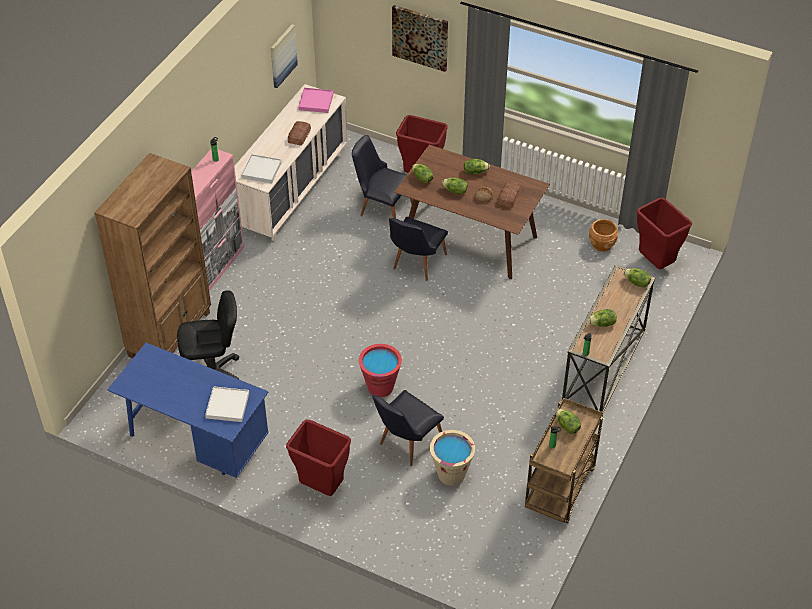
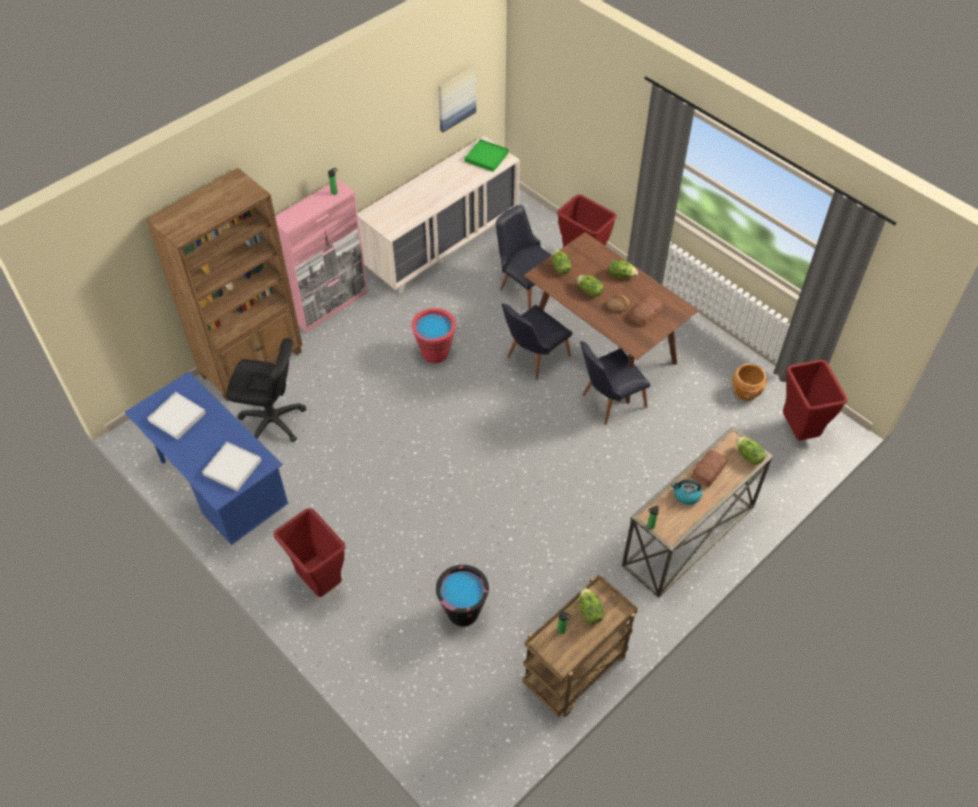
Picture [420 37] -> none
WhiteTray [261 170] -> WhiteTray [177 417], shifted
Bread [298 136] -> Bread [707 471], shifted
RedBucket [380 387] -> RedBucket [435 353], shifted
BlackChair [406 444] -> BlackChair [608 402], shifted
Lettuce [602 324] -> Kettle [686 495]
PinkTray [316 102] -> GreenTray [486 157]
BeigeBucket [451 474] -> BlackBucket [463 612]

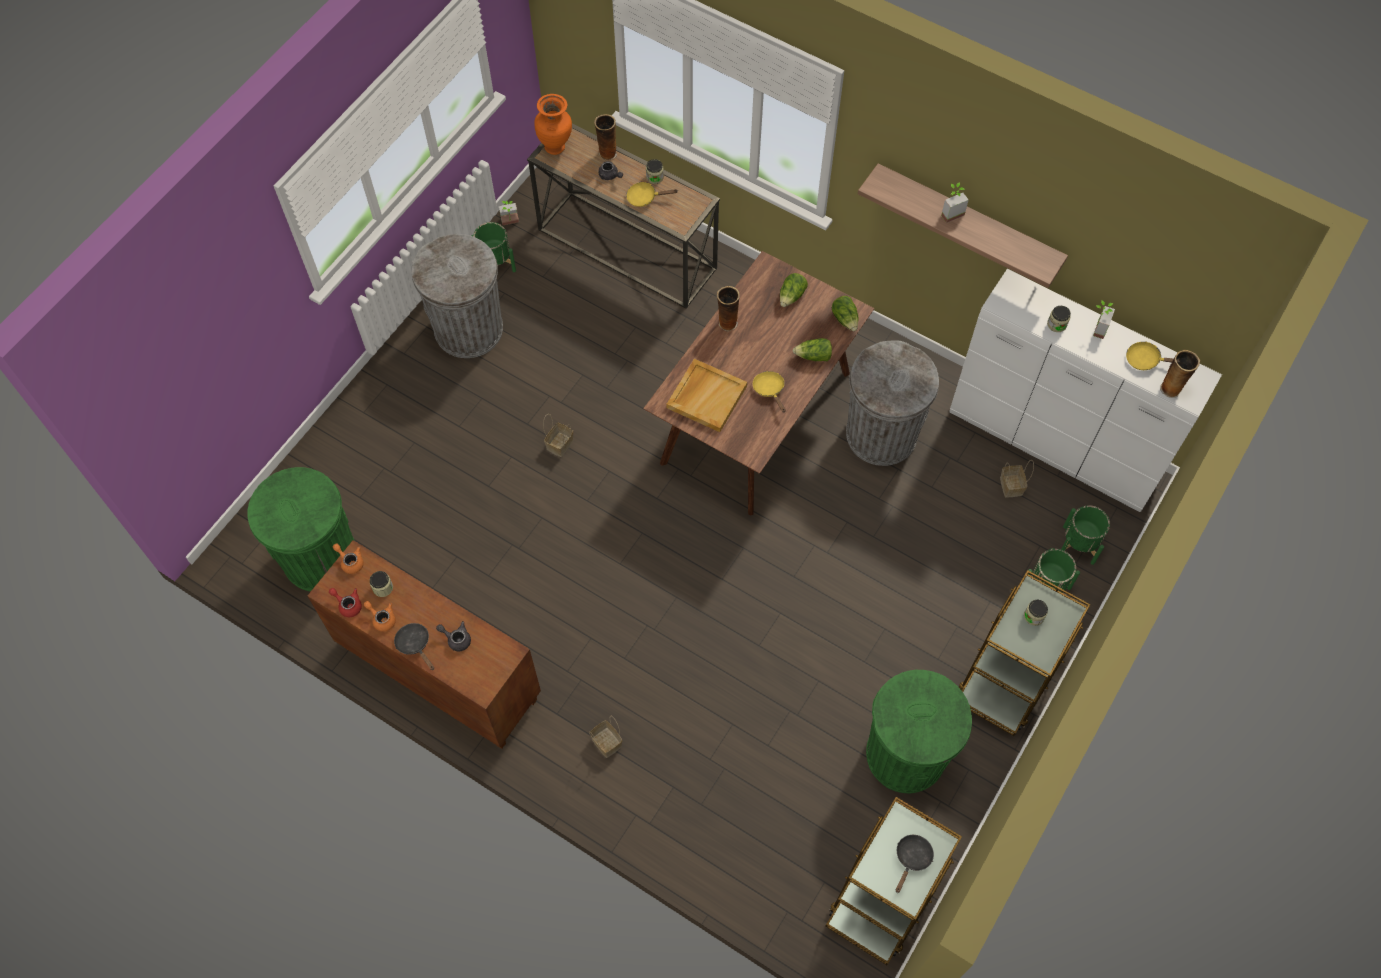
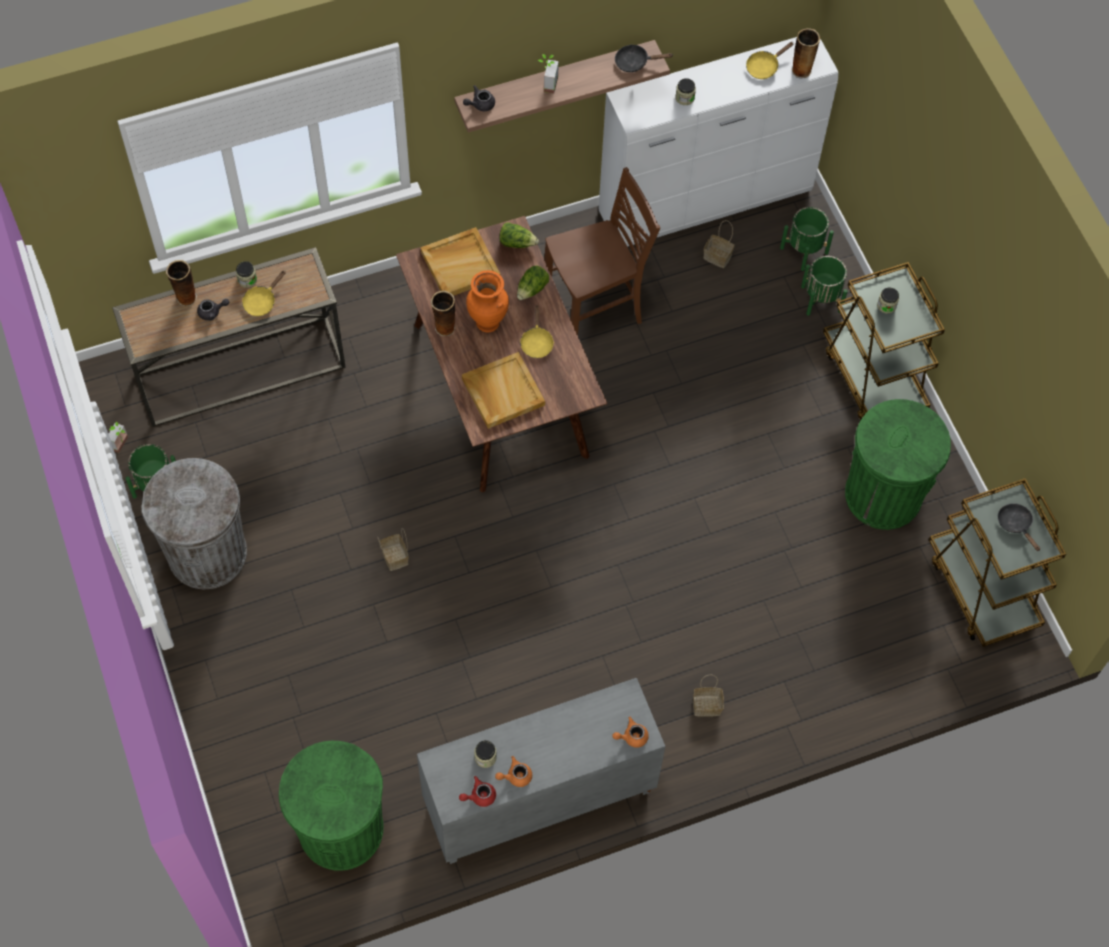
PottedPlant [1096 328] -> none
OrangeTeapot [350 561] -> OrangeTeapot [631 736], shifted
BlackFryingPan [415 644] -> BlackFryingPan [635 62], shifted
GreyTeapot [456 639] -> GreyTeapot [480 104], shifted
OrangeVase [556 147] -> OrangeVase [488 322], shifted
Lettuce [792 296] -> BeigeTray [460 264]
GreyTrashCan [881 434] -> BrownChair [595 311]
BrownCabinet [438 674] -> GreyCabinet [538 800]
YellowFryingPan [770 390] -> YellowFryingPan [536 342], 105 degrees counterclockwise

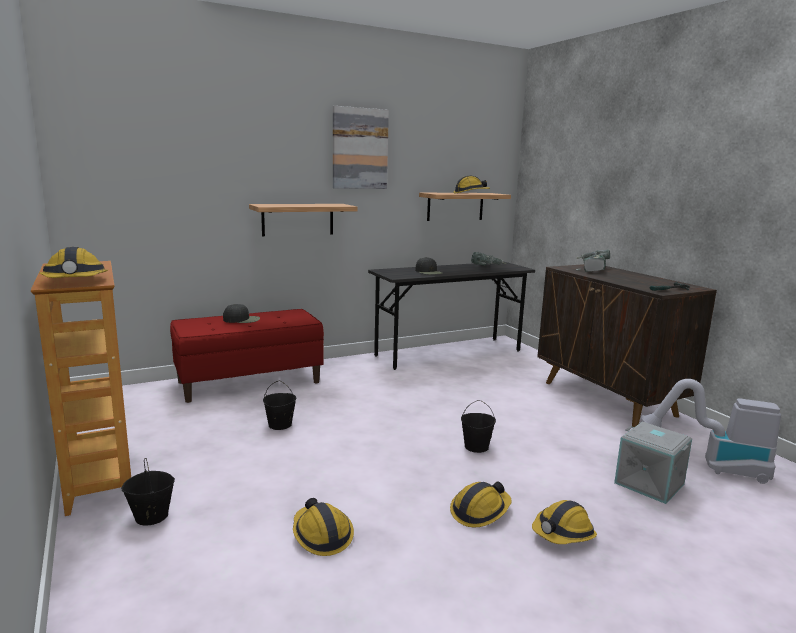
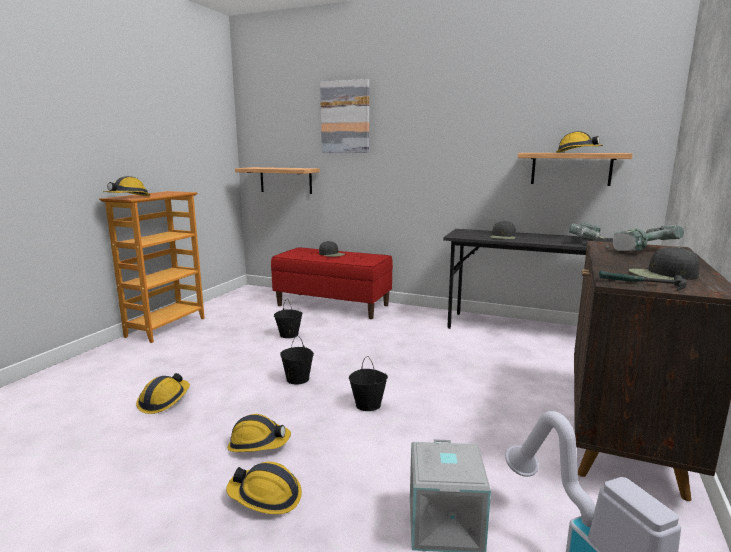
none -> BlackCap [662 275]
BlackBucket [151 516] -> BlackBucket [297 379], shifted
Shelf [298 219] -> Shelf [285 180], shifted
Picture [359 148] -> Picture [345 117], shifted

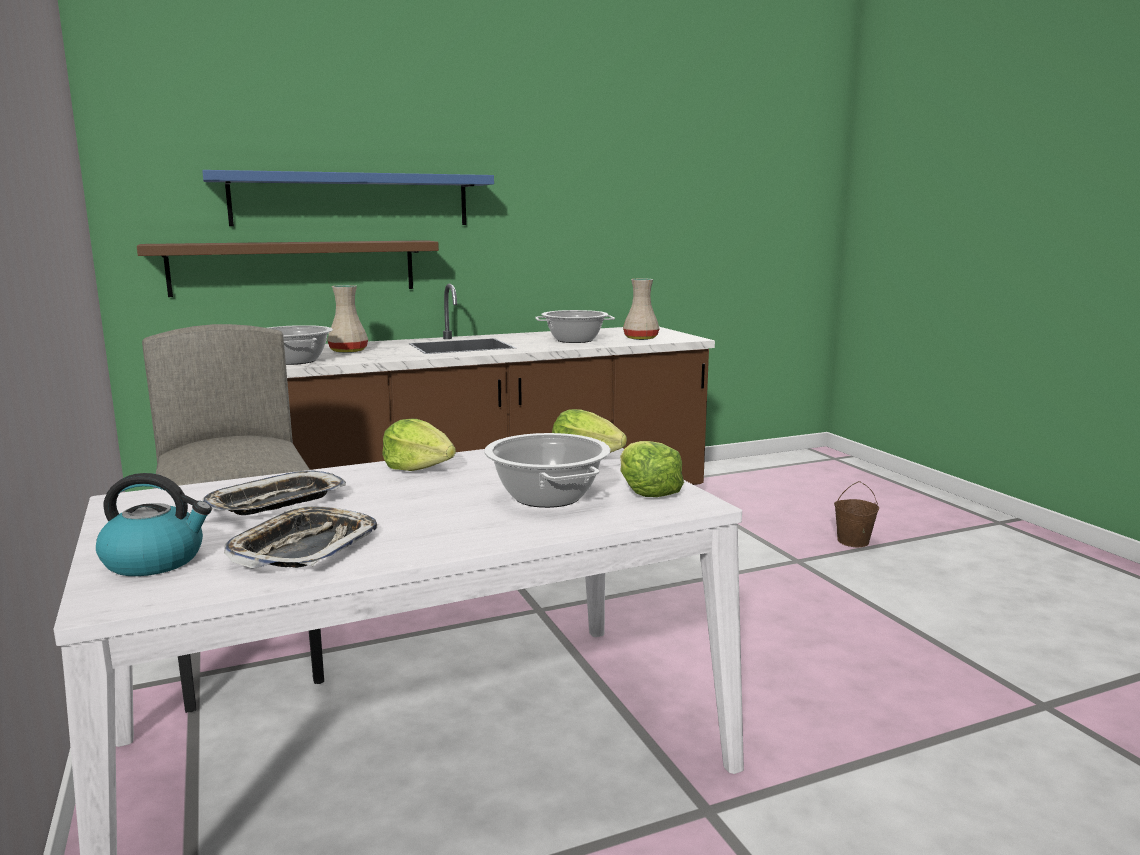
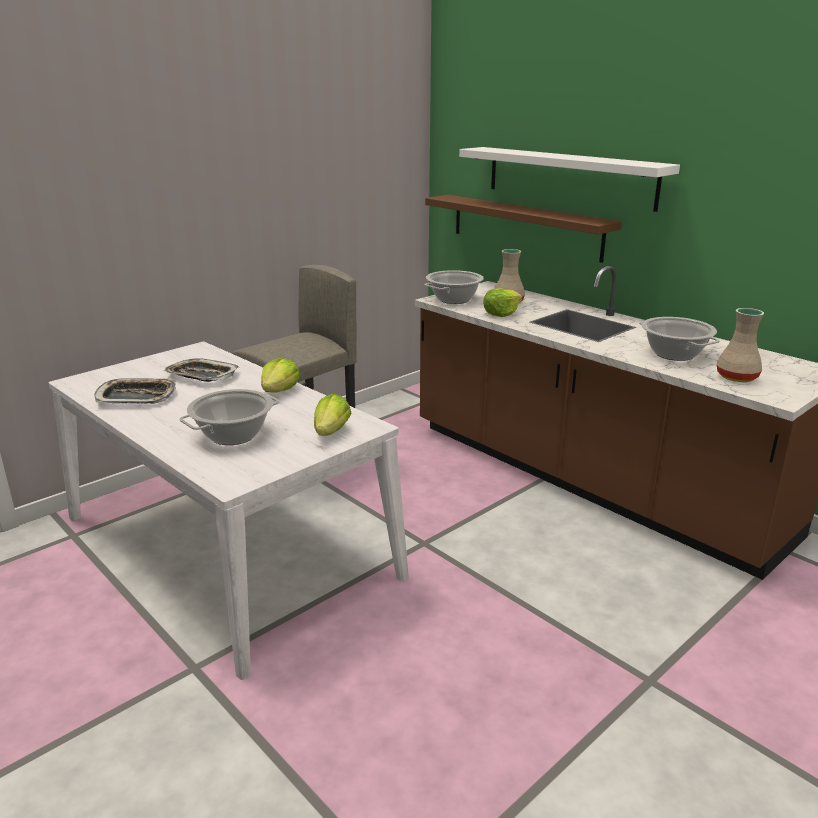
Kettle [156 561] -> none
BrownBucket [853 542] -> none
Lettuce [647 491] -> Lettuce [501 313], shifted
BlueShelf [352 200] -> WhiteShelf [569 177]

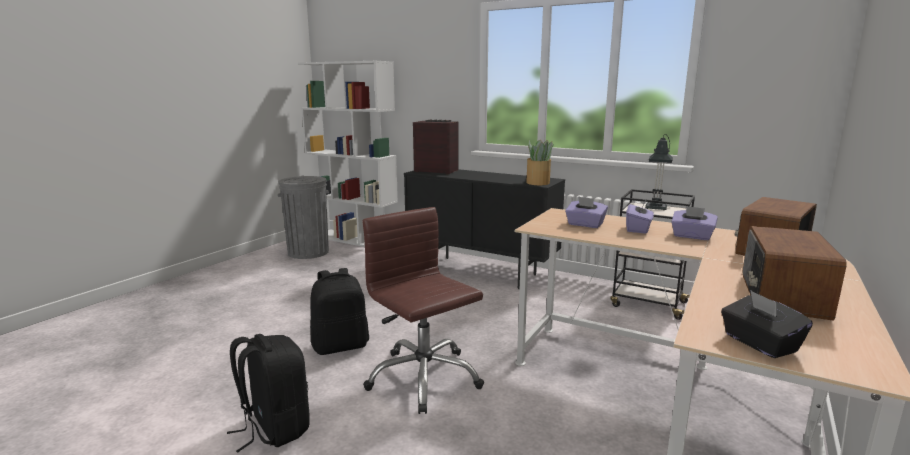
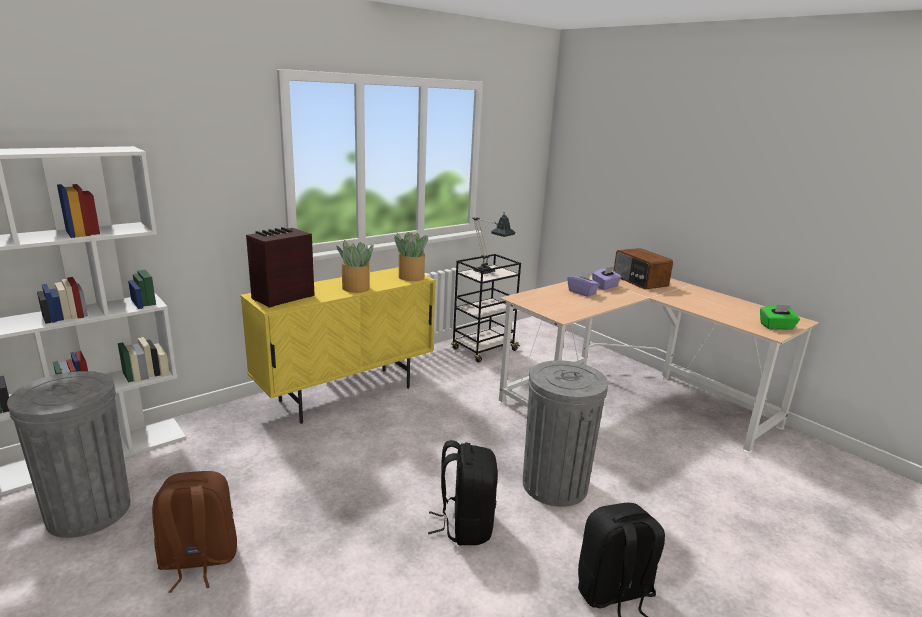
PurpleTissueBox [585 224] -> none
Radio [781 296] -> none
none -> BrownBackpack [198 560]
none -> PottedPlant [356 288]
BrownOfficeChair [423 378] -> GreyTrashCan [554 484]
BlackCabinet [480 272] -> YellowCabinet [346 394]
BlackTissueBox [759 344] -> GreenTissueBox [776 327]

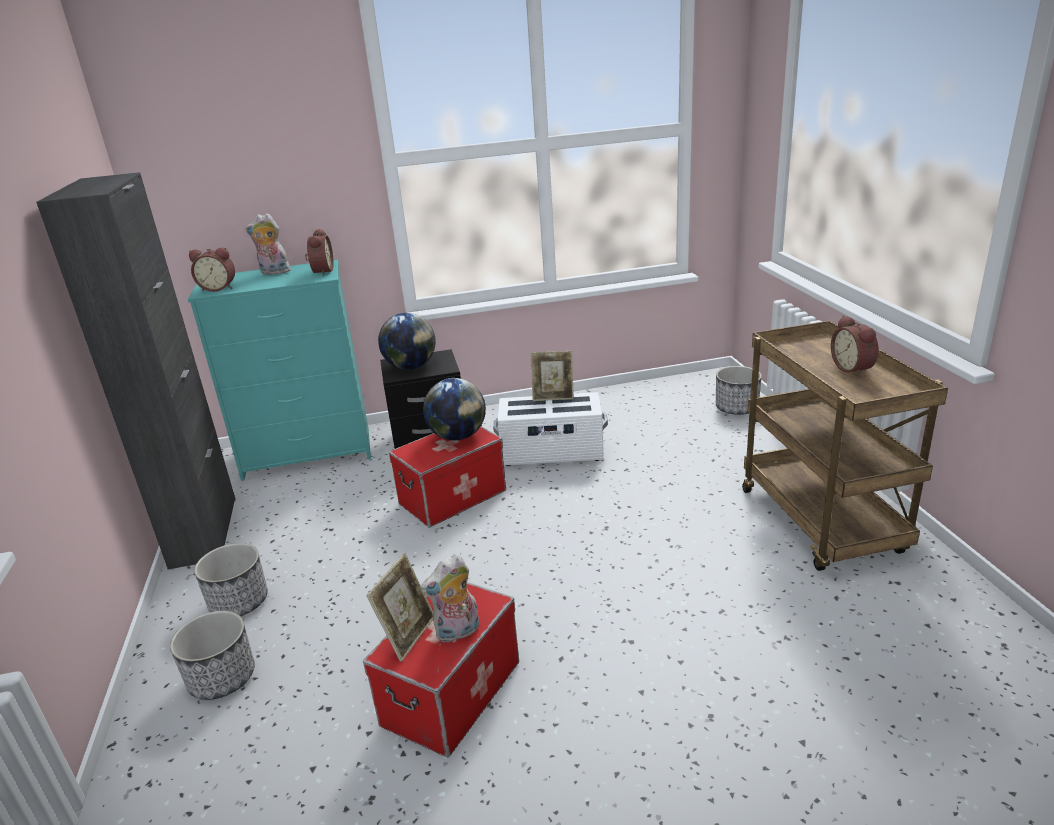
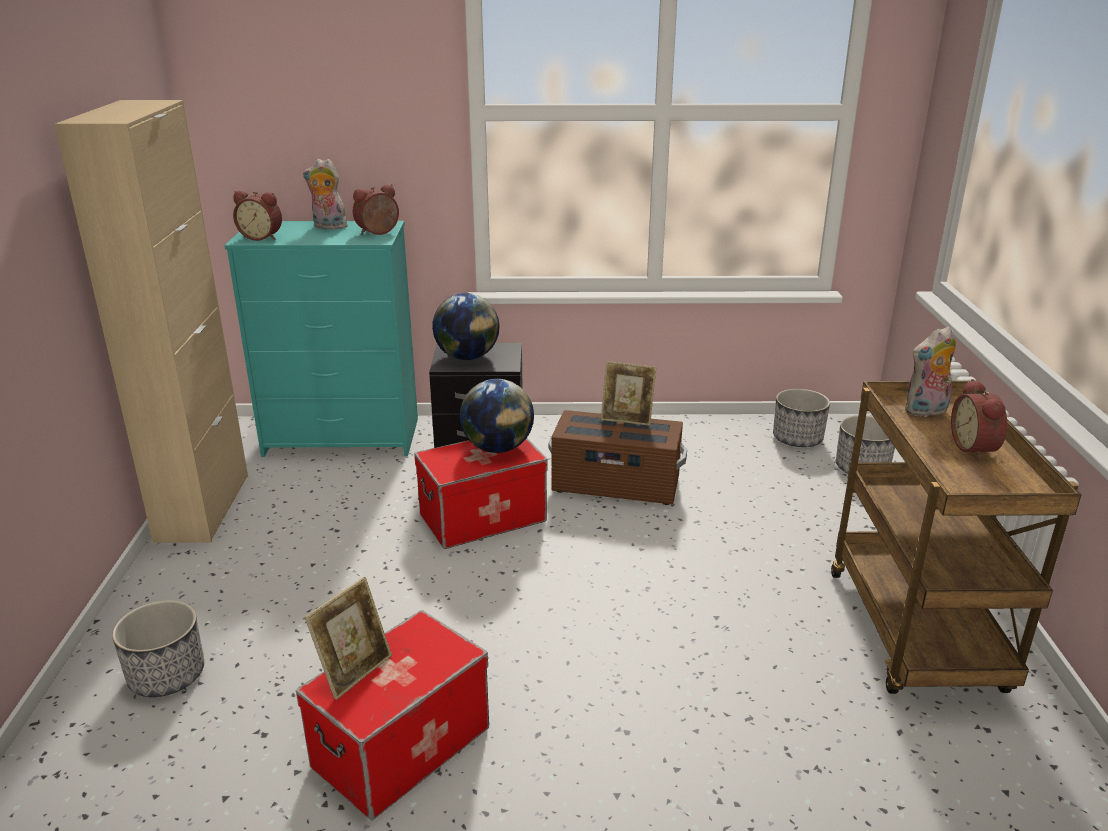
Planter [239 602] -> Planter [798 439], shifted
PlushToy [457 632] -> PlushToy [926 411], shifted
BlackCabinet [204 532] -> BeigeCabinet [203 507]
WhiteStorageBox [552 453] -> BrownStorageBox [616 485]
AlarmClock [321 271] -> AlarmClock [378 233], 135 degrees counterclockwise

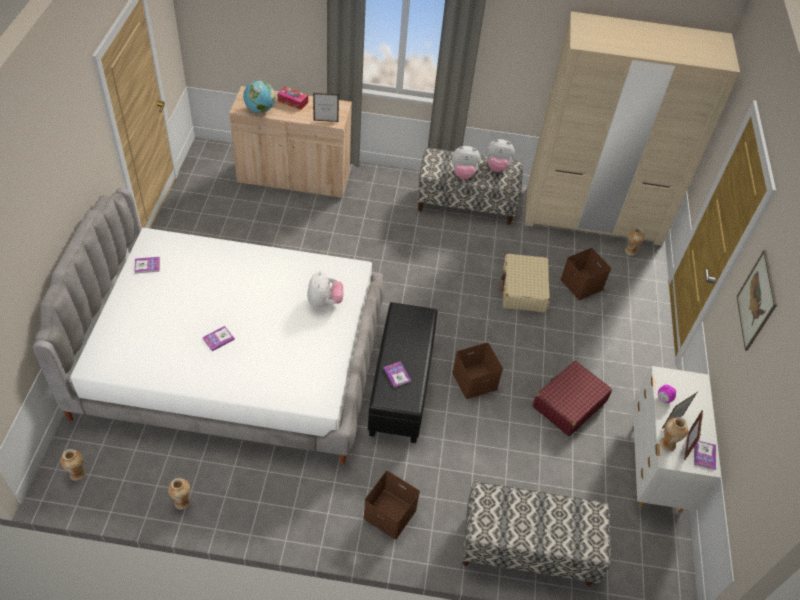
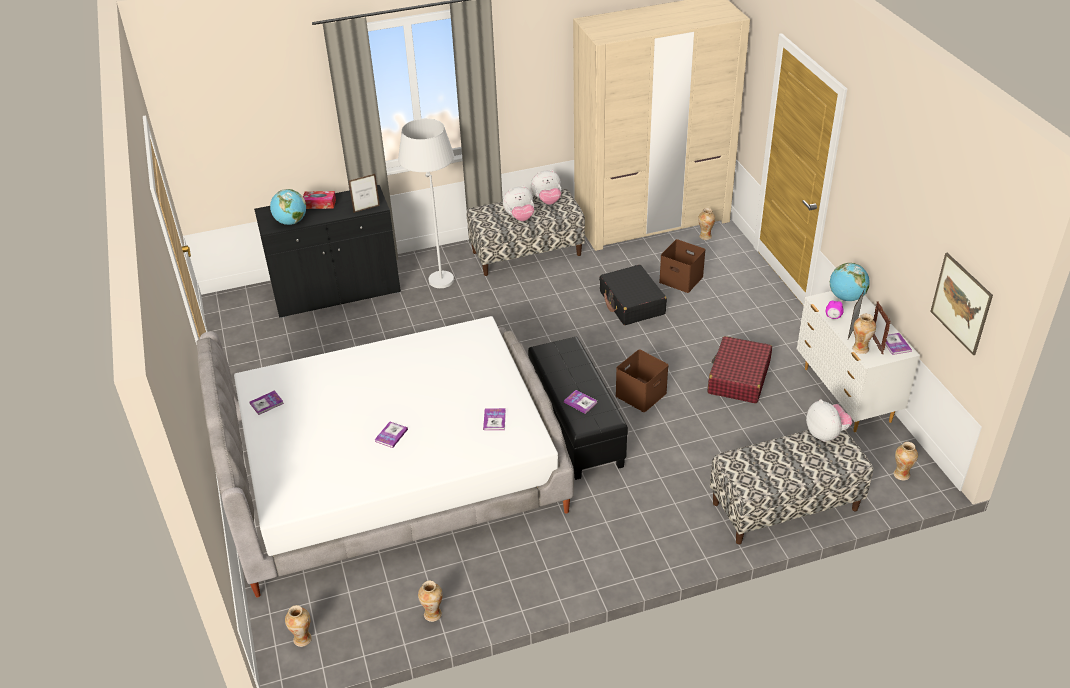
BrownStorageBox [391 513] -> none
none -> WhiteFloorLamp [438 272]
none -> Book [494 420]
none -> Globe [846 297]
none -> Vase [901 474]
PlushToy [324 302] -> PlushToy [826 434], shifted
Picture [756 300] -> Picture [961 303], shifted
BeigeCabinet [294 177] -> BlackCabinet [337 292]
BeigeSuitcase [523 289] -> BlackSuitcase [632 303]

